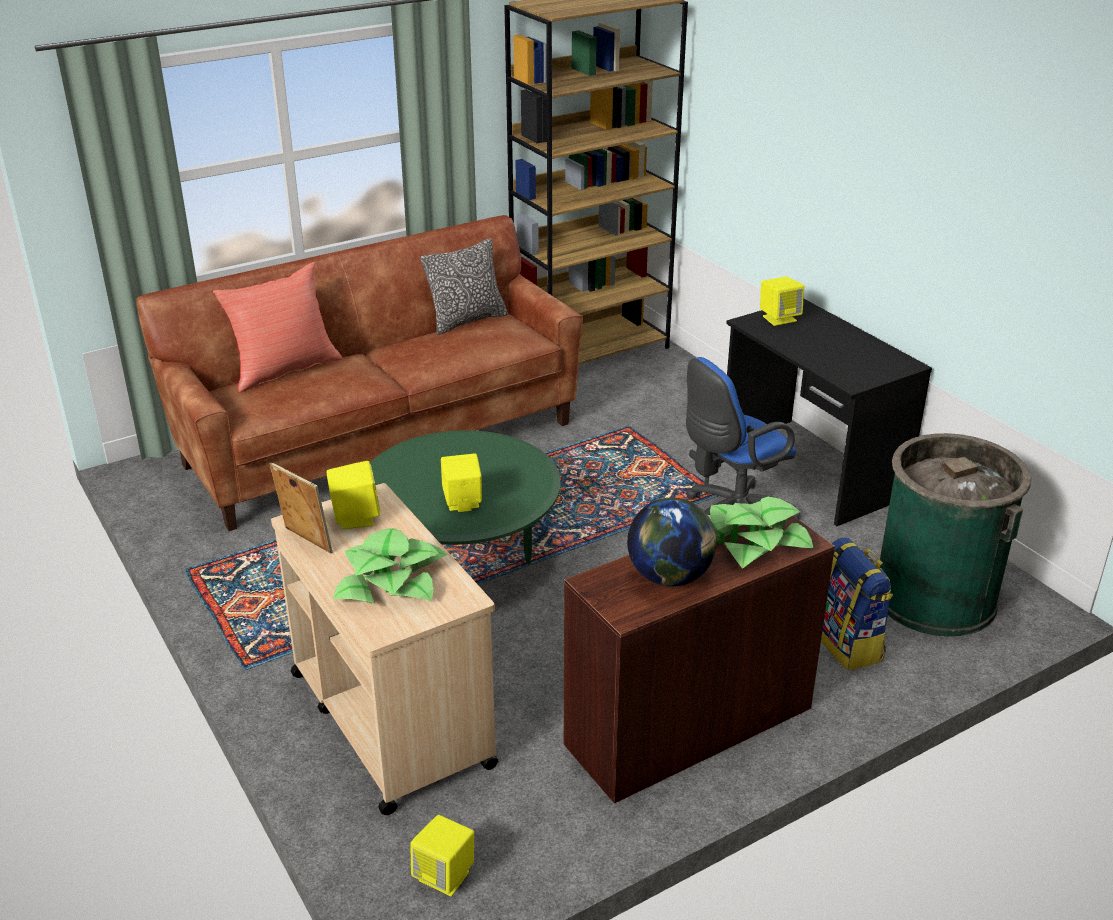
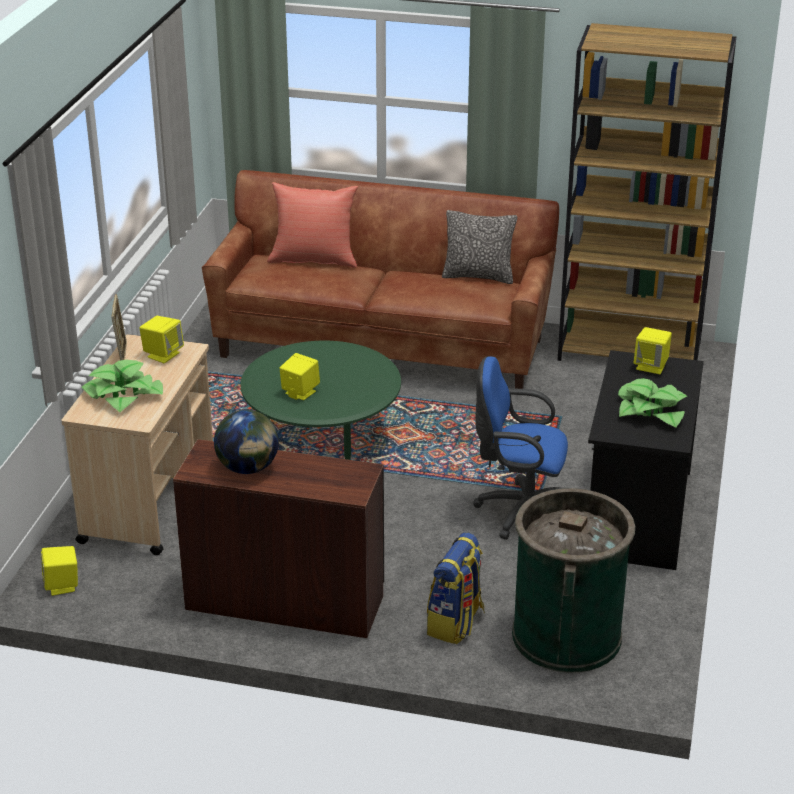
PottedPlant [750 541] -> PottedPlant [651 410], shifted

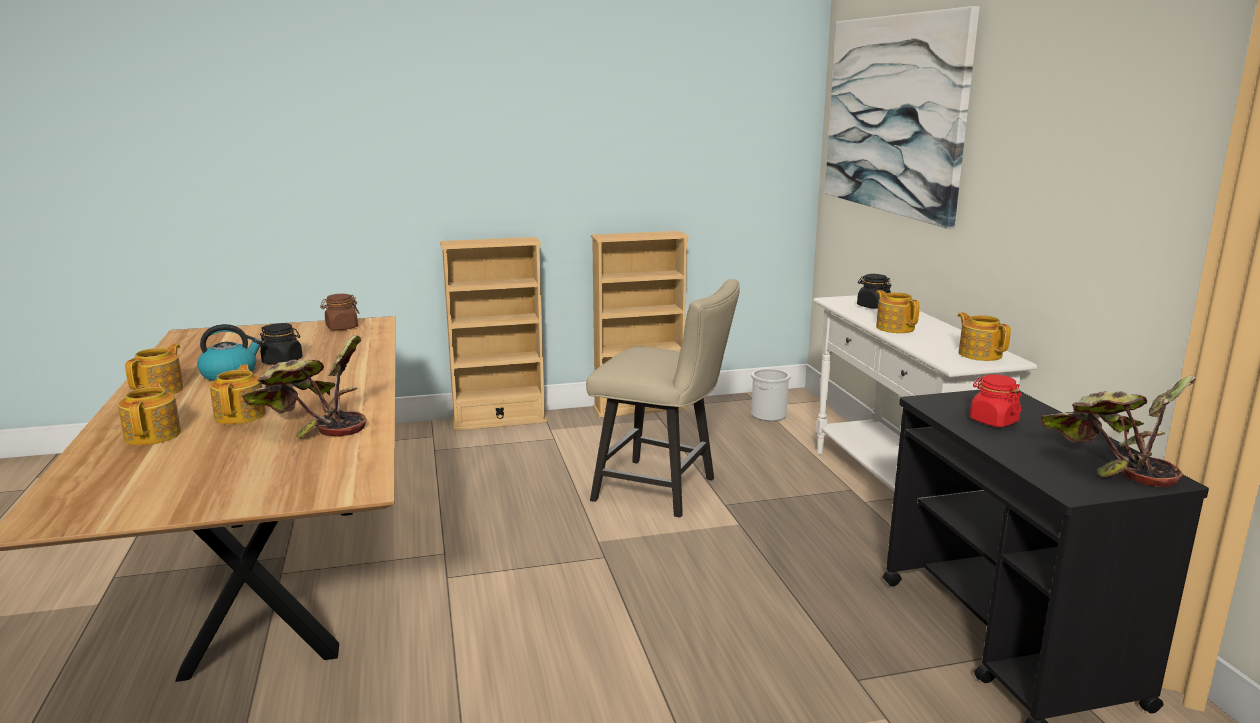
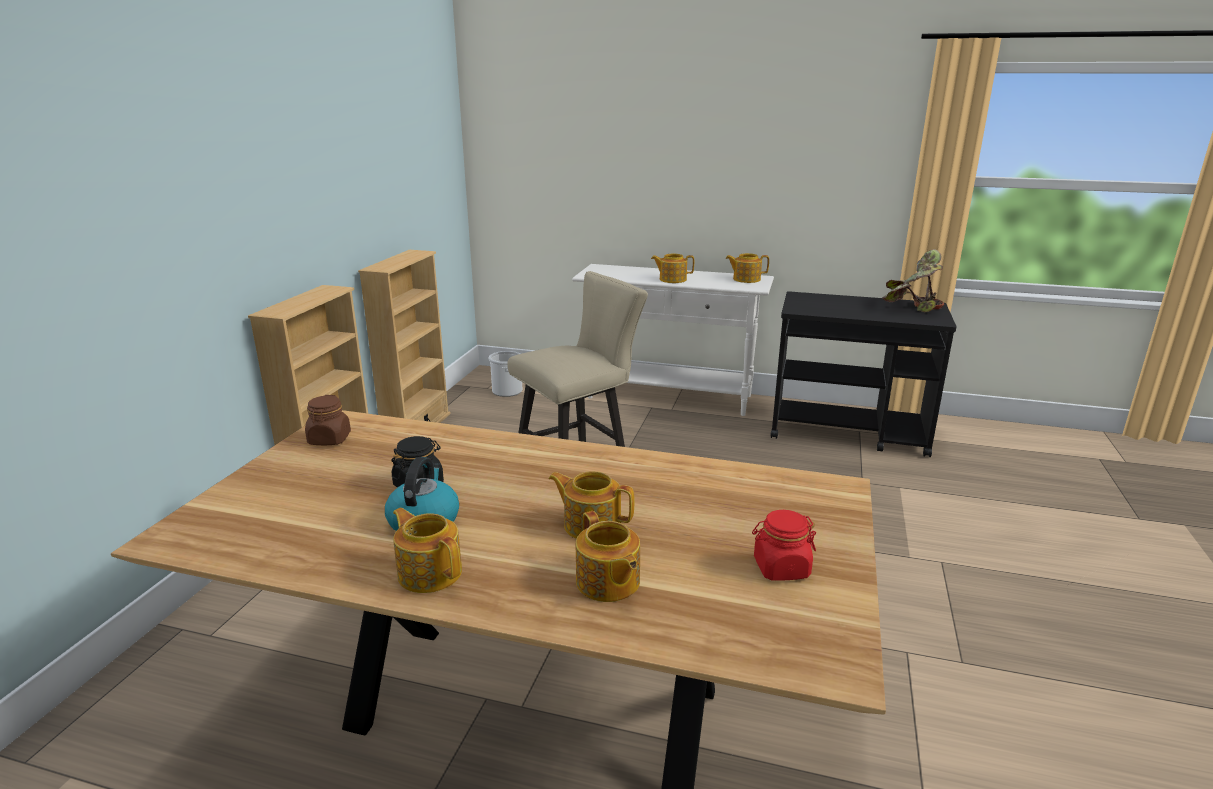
PottedPlant [313 425] -> none
Picture [893 115] -> none
BlackJar [872 306] -> none
RedJar [993 421] -> RedJar [781 568], shifted
Teapot [154 435] -> Teapot [607 583], 135 degrees counterclockwise

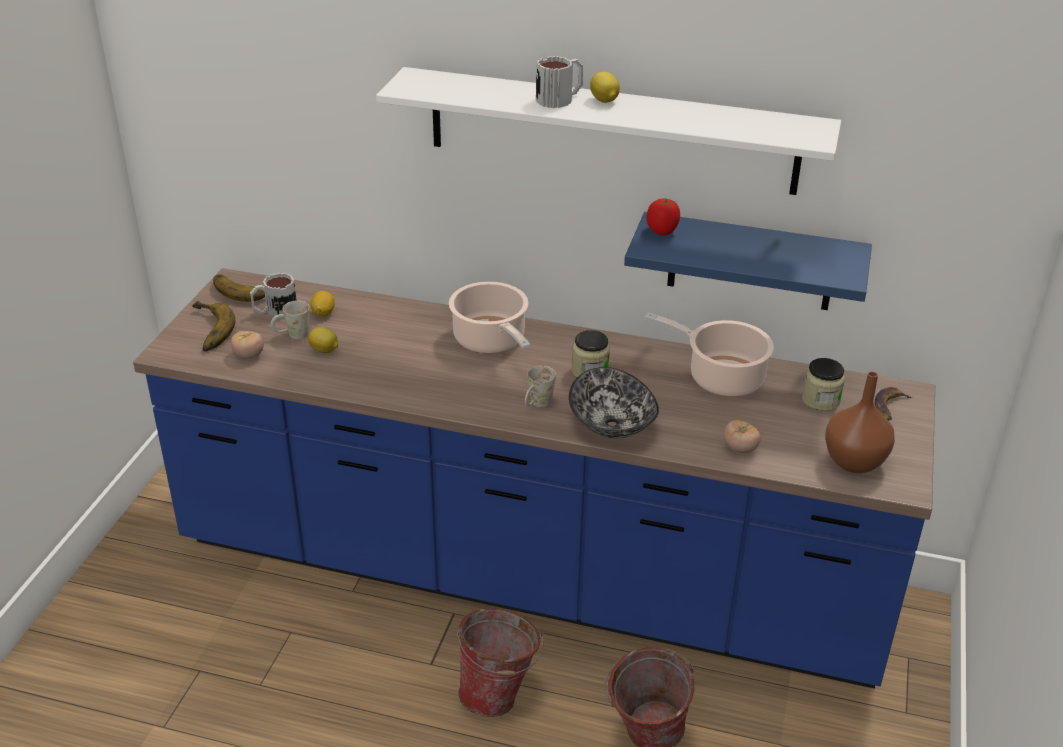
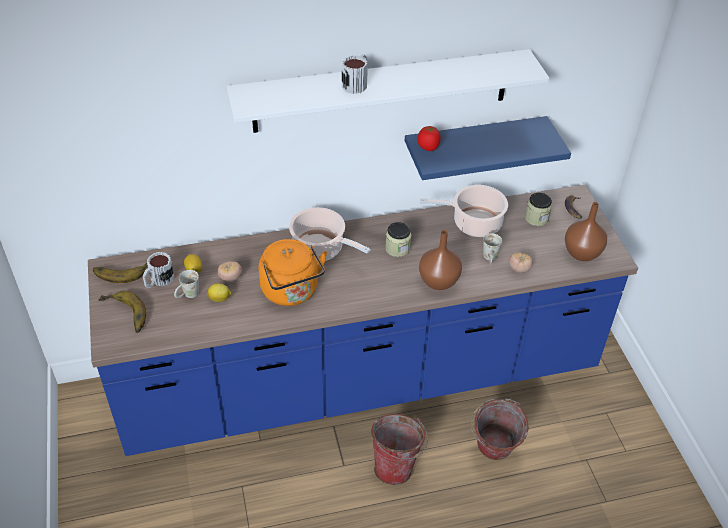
Lemon [604 101] -> none
none -> OrangeKettle [292 292]
Tomato [249 355] -> Tomato [230 278], shifted
WhiteMug [537 405] -> WhiteMug [490 259], shifted
Bowl [613 424] -> BrownVase [439 281]

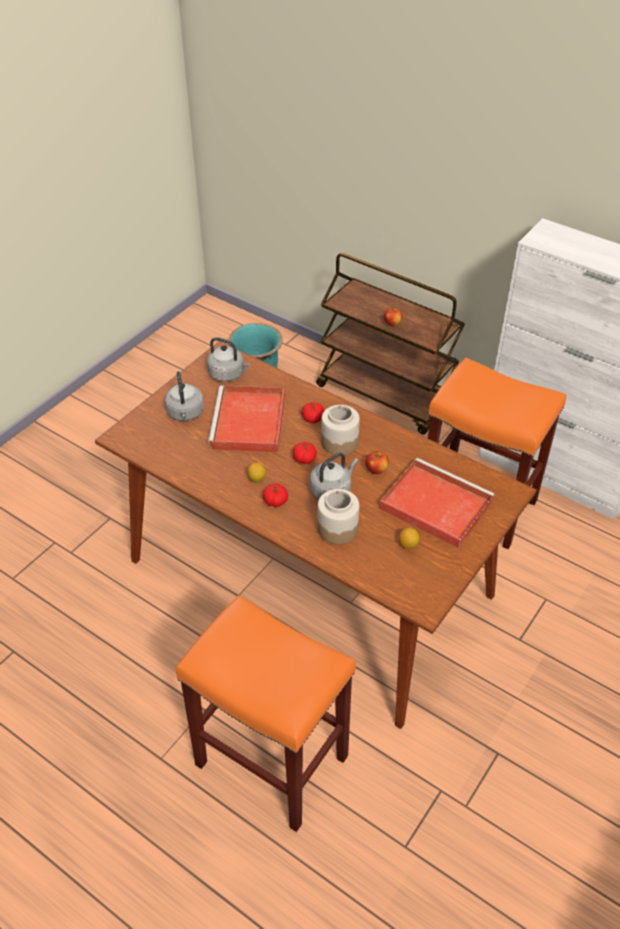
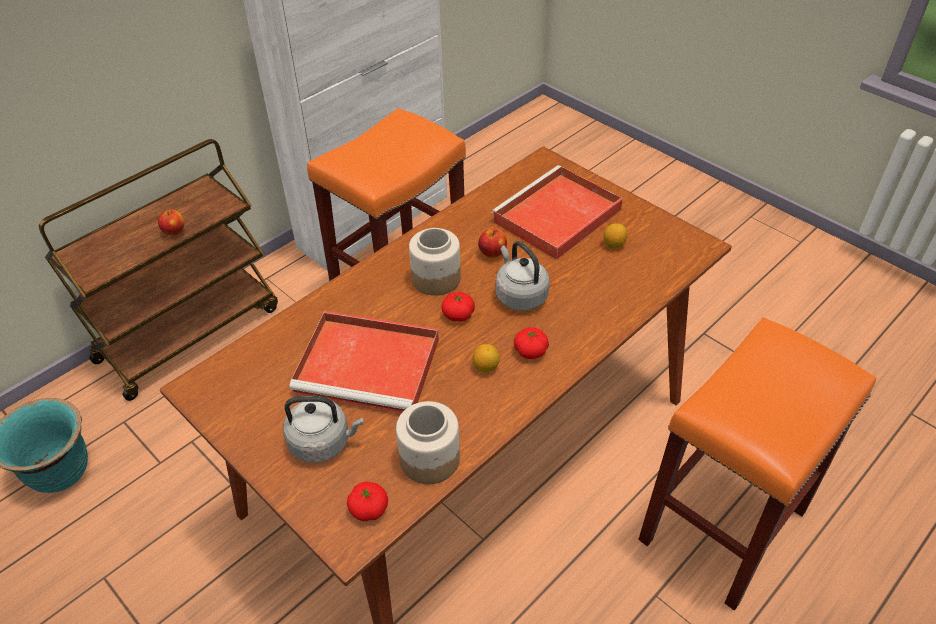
GreyKettle [228 374] -> none
Tomato [313 418] -> Tomato [369 509], shifted
Jar [337 528] -> Jar [428 459], shifted

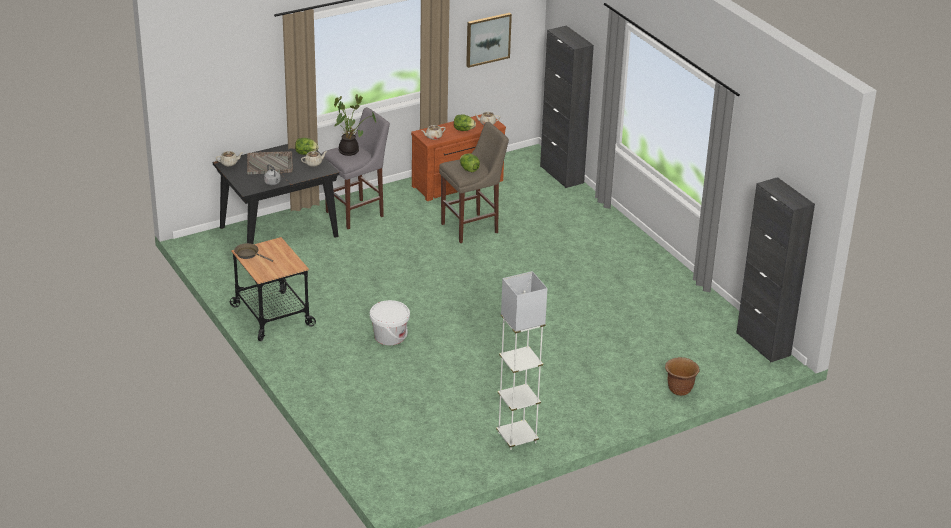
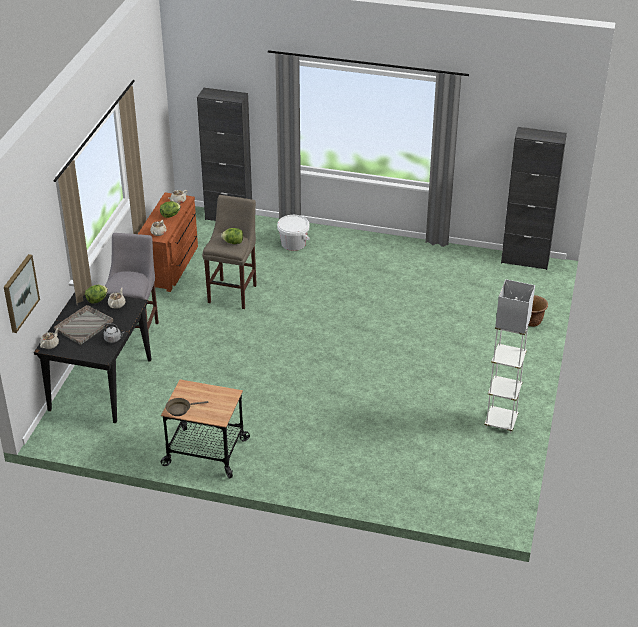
PottedPlant [350 151] -> none
WhiteBucket [390 336] -> WhiteBucket [293 243], shifted
Picture [488 39] -> Picture [20 293], shifted

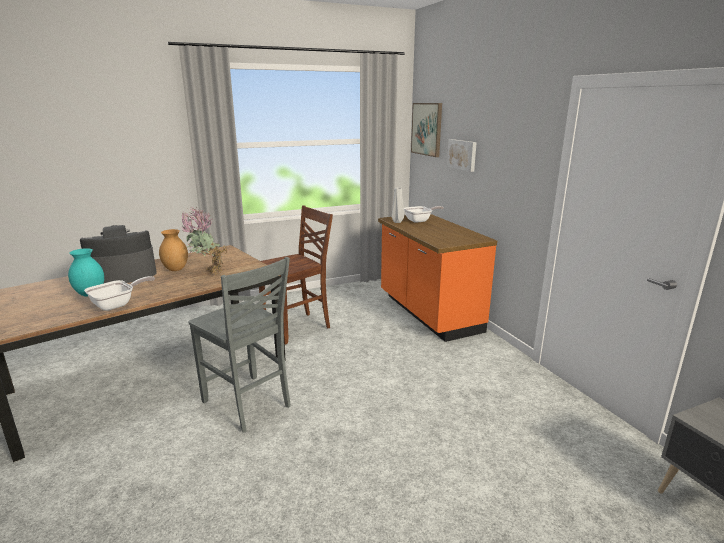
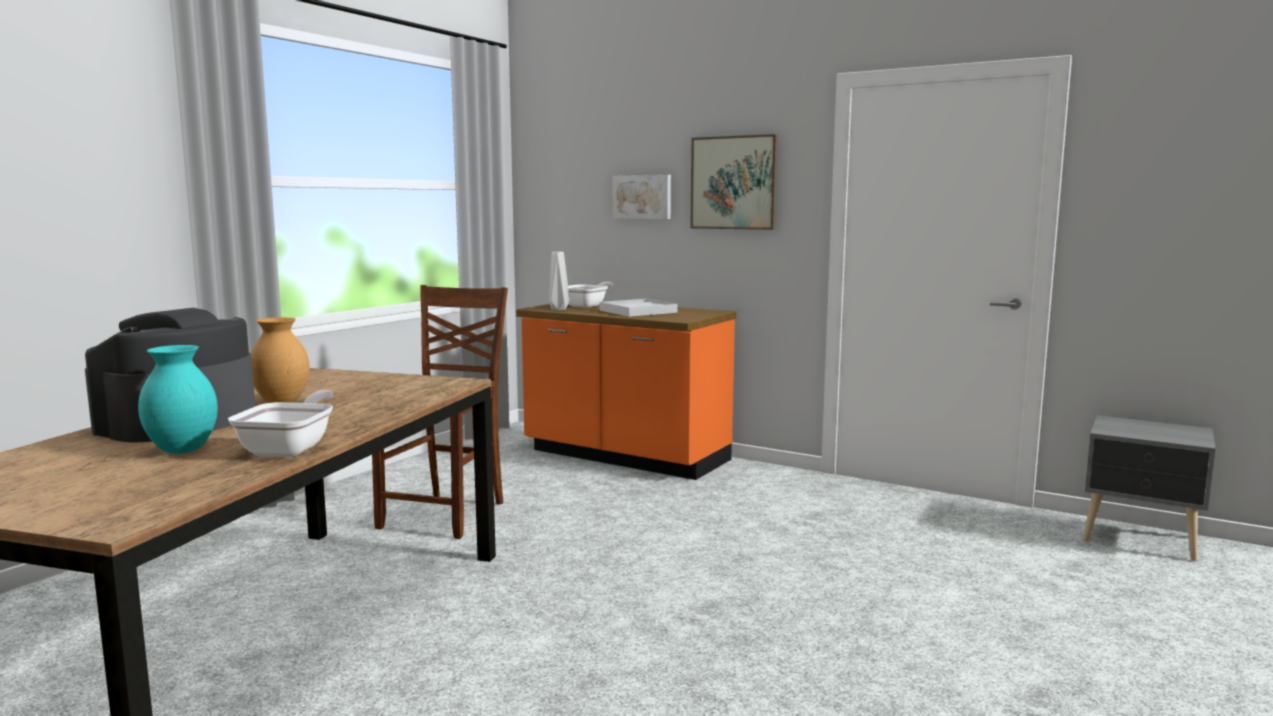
PottedPlant [207 272] -> none
GreyChair [248 404] -> none
none -> WhiteTray [638 311]
Picture [427 129] -> Picture [734 183], shifted

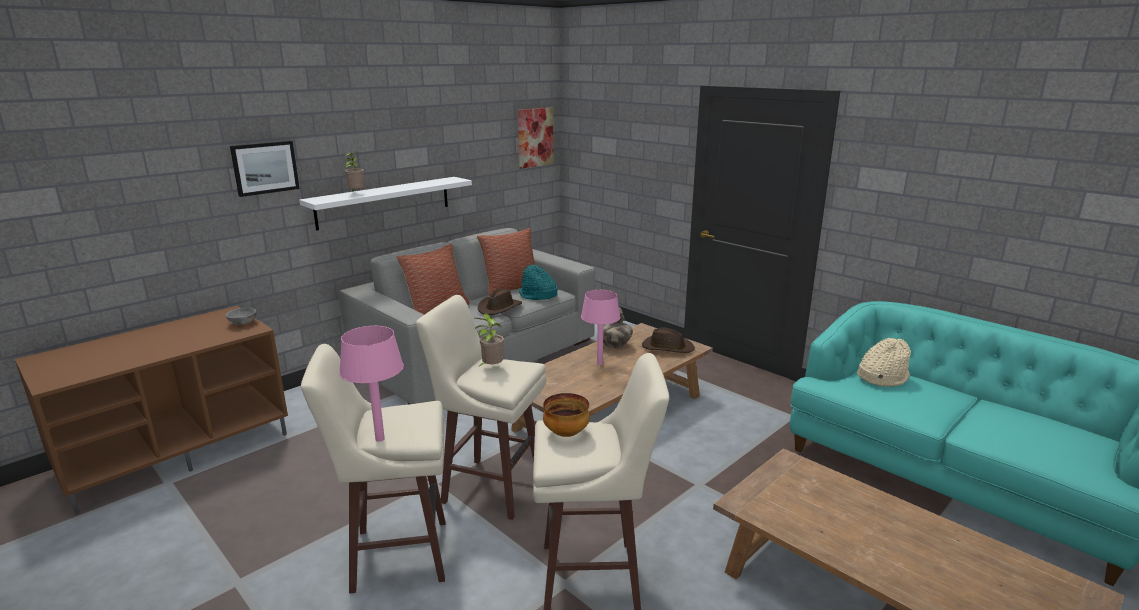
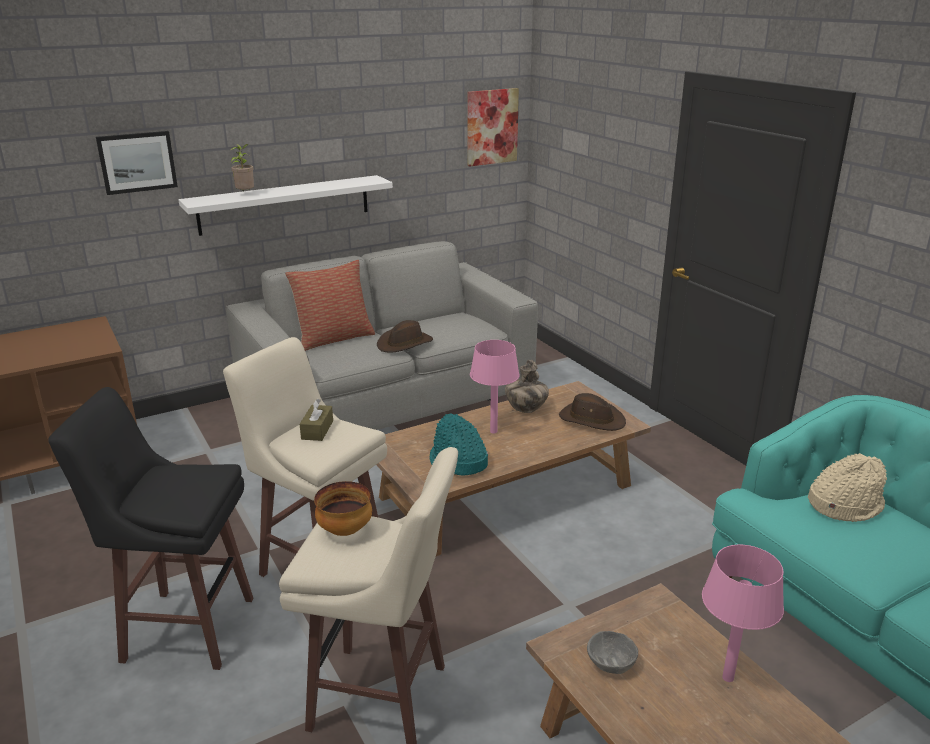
Pillow [511 287] -> none
GreyBowl [243 323] -> GreyBowl [611 663], shifted
PinkTableLamp [379 439] -> PinkTableLamp [727 677], shifted
TurquoiseHat [537 295] -> TurquoiseHat [457 462], shifted
PottedPlant [491 368] -> BrownTissueBox [317 430]
BeigeStool [396 555] -> BlackStool [185 628]

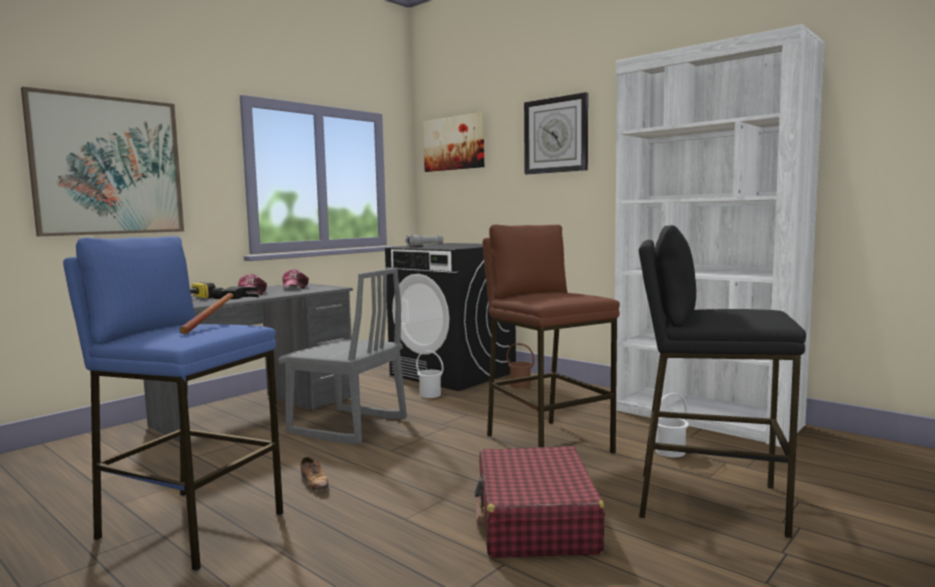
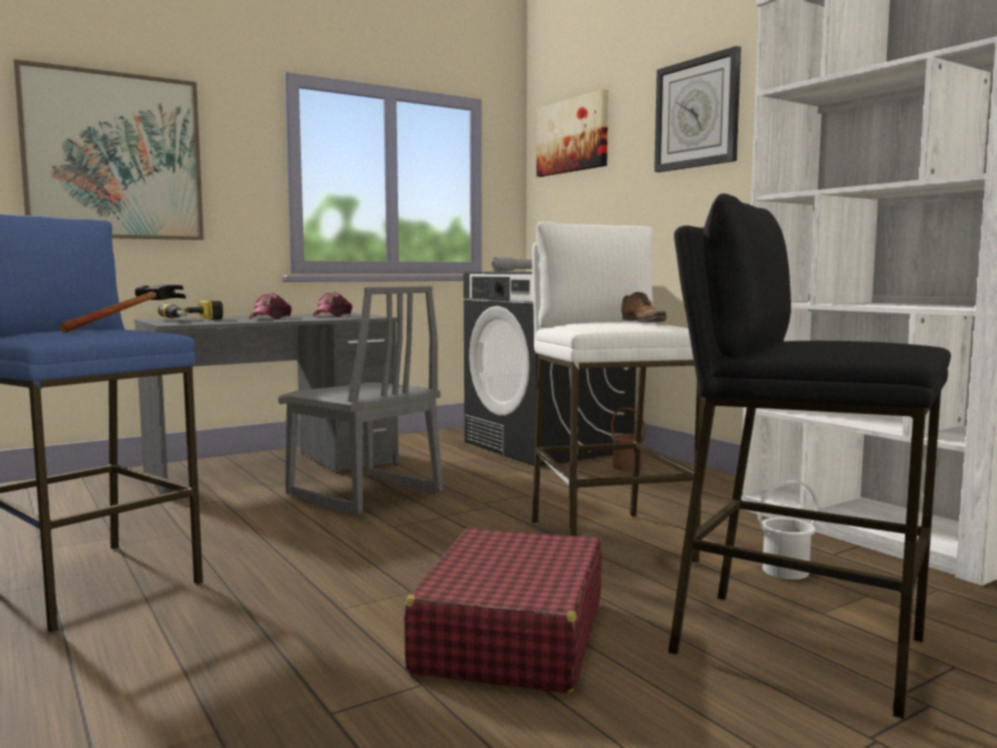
WhiteBucket [430 394] -> none
Shoe [315 483] -> Shoe [643 322], shifted
BrownStool [547 443] -> WhiteStool [608 541]

